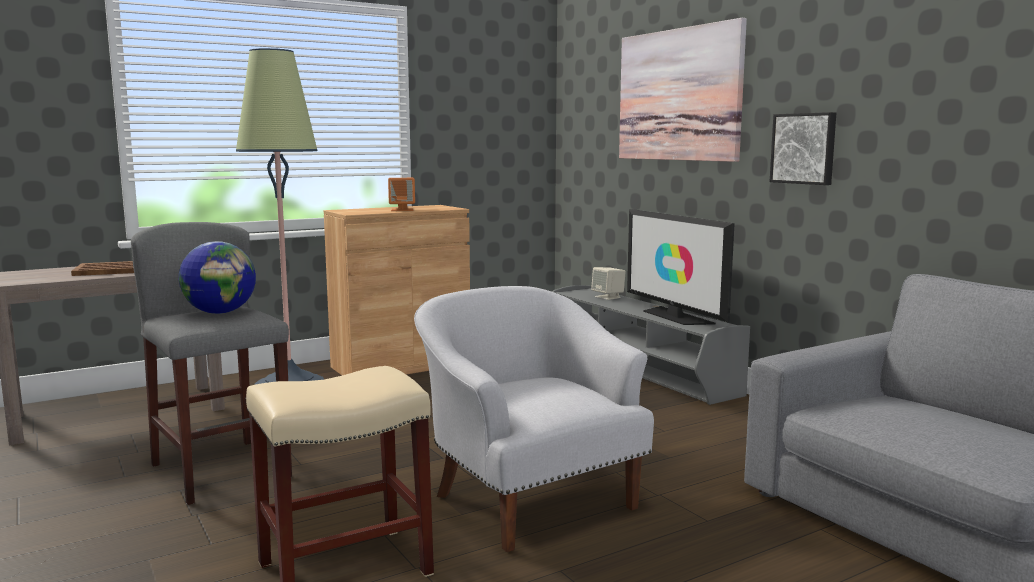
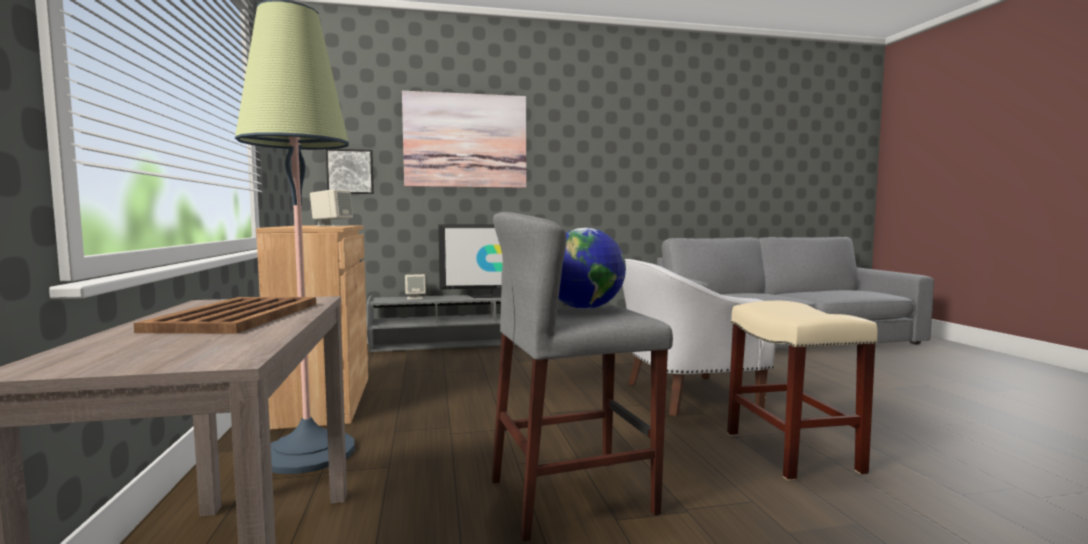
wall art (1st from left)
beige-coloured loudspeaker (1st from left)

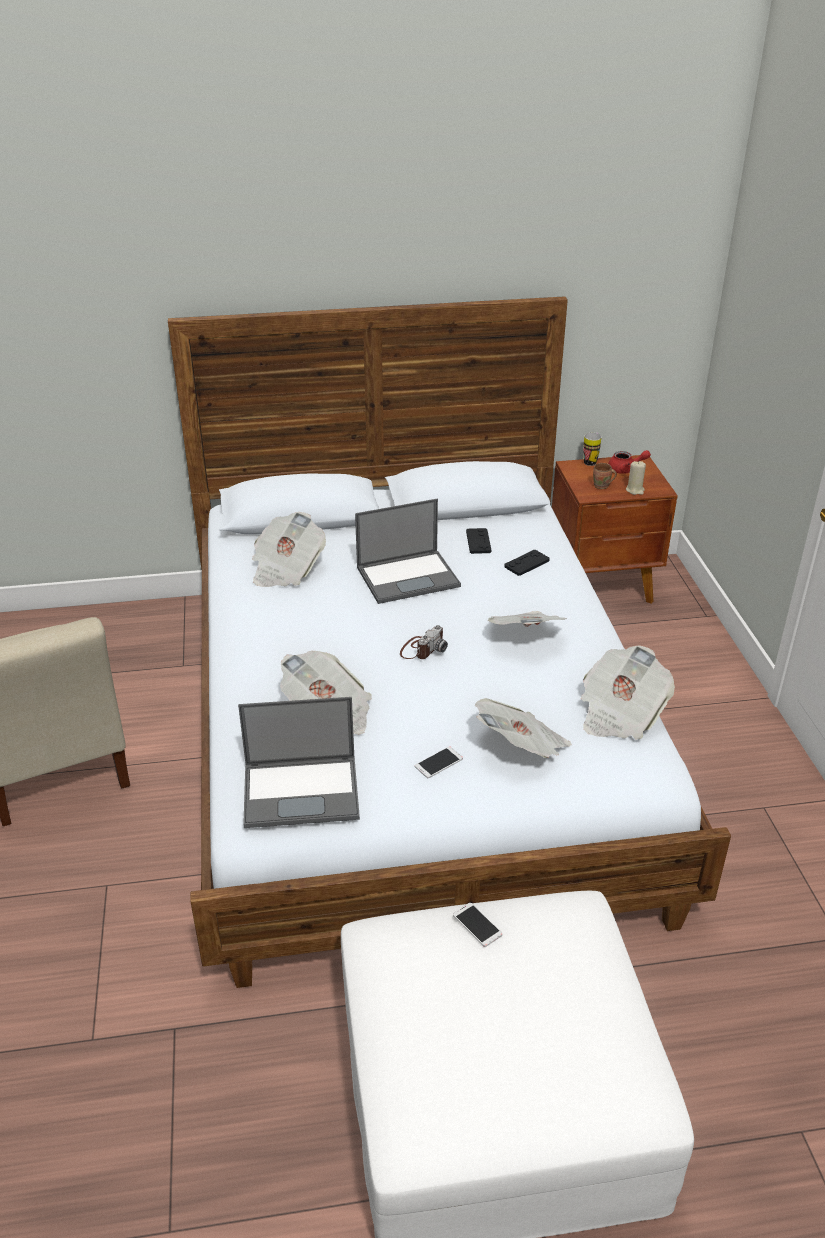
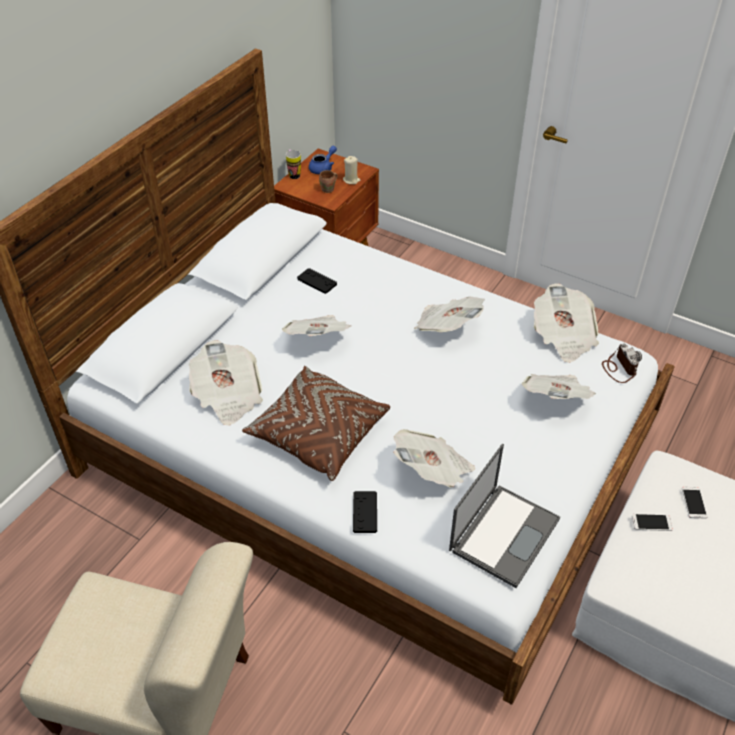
brownish throw pillow
still camera
handset (2nd from left)
black-coloured joypad (2nd from left)
printed paper (2nd from left)
bluish pot for tea

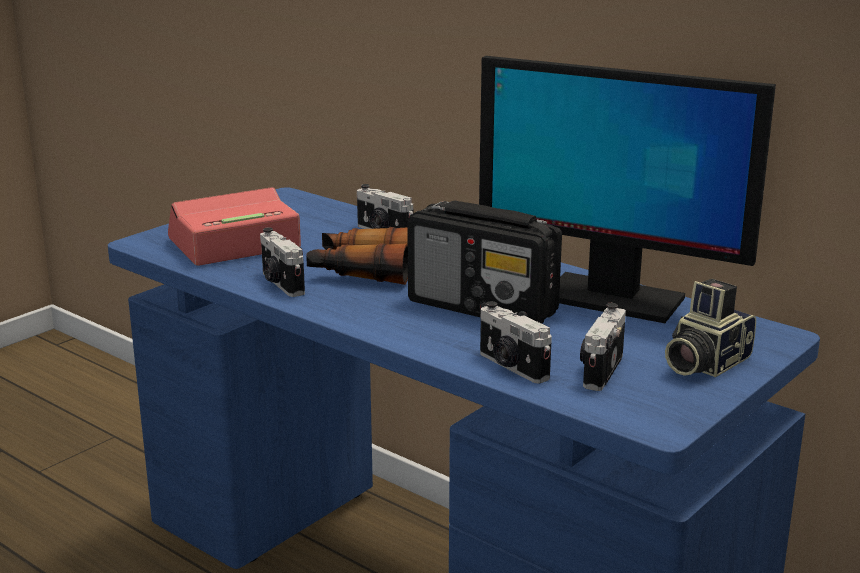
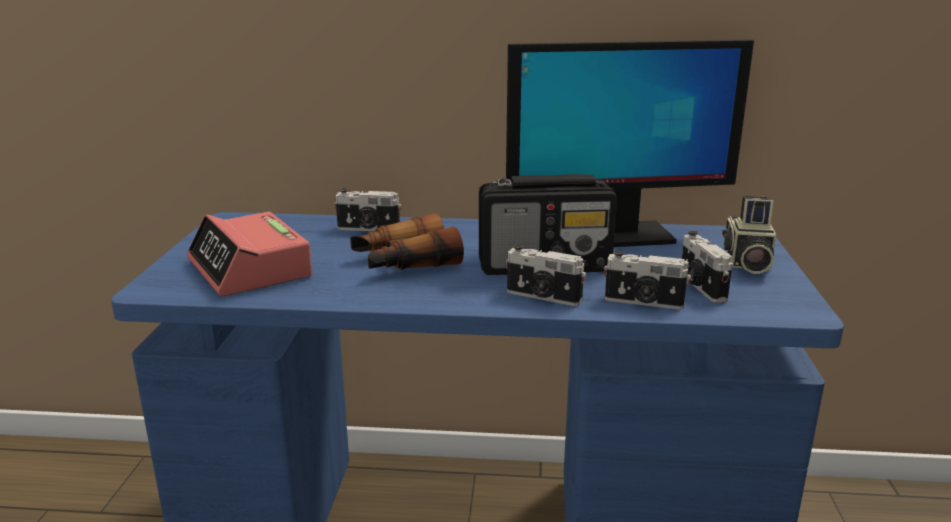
still camera (2nd from left)
alarm clock

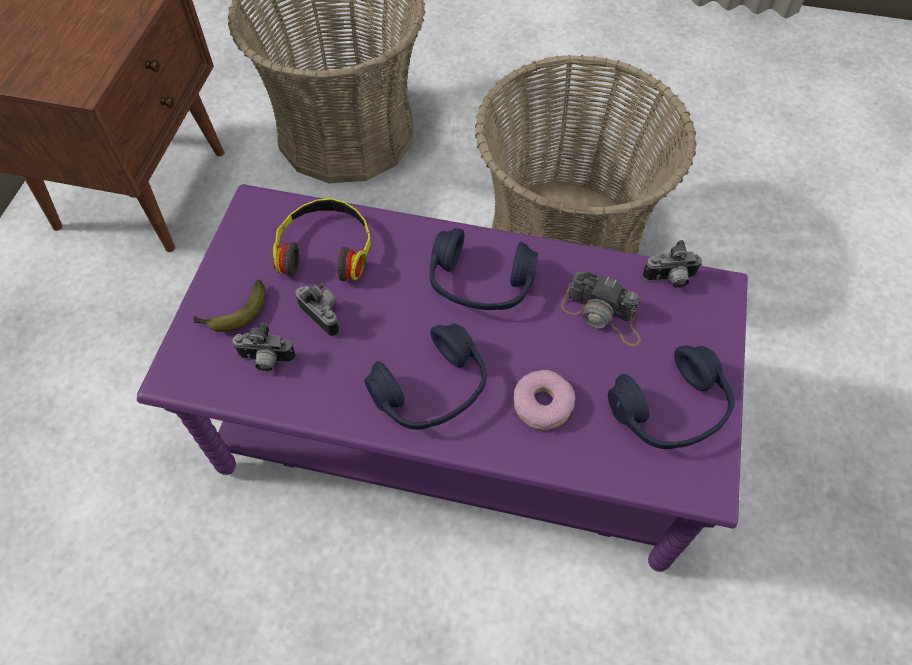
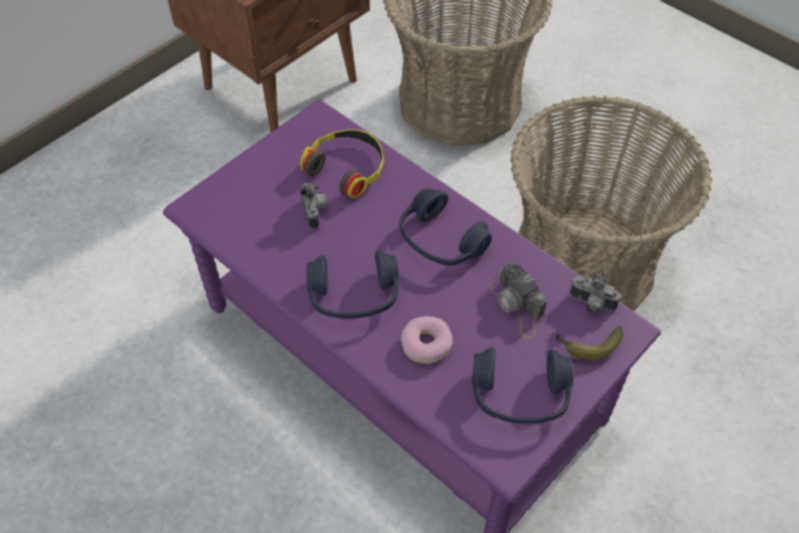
still camera (1st from left in the first image)
banana fruit

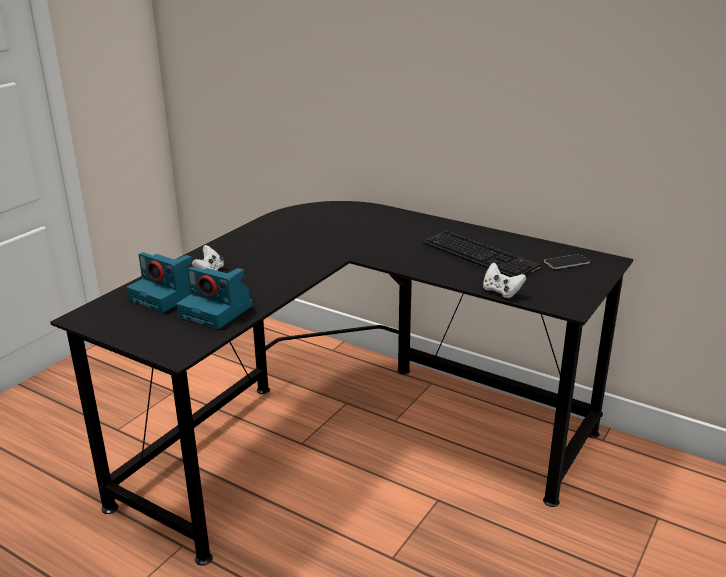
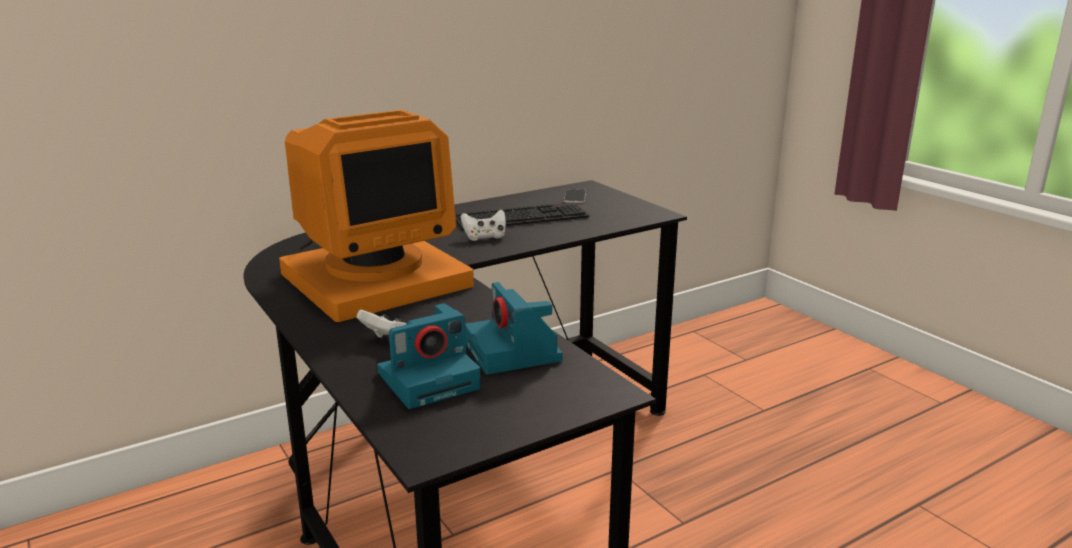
computer screen
white joypad (2nd from left)
still camera (2nd from left)

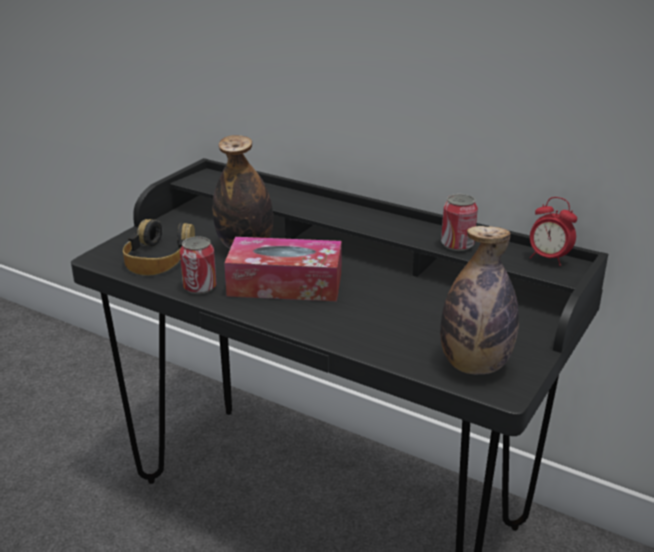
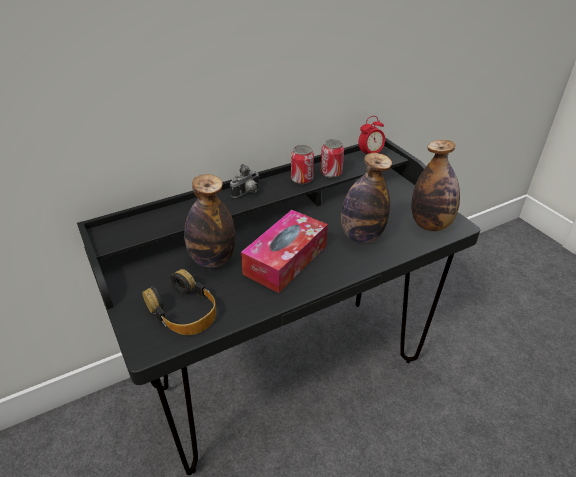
still camera
beverage bottle (2nd from left)
can (1st from left)

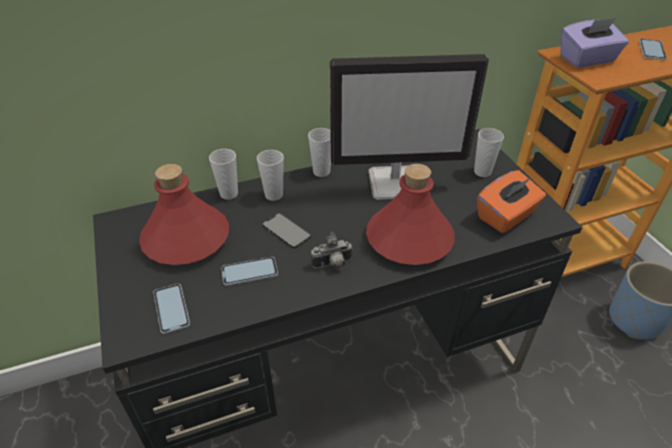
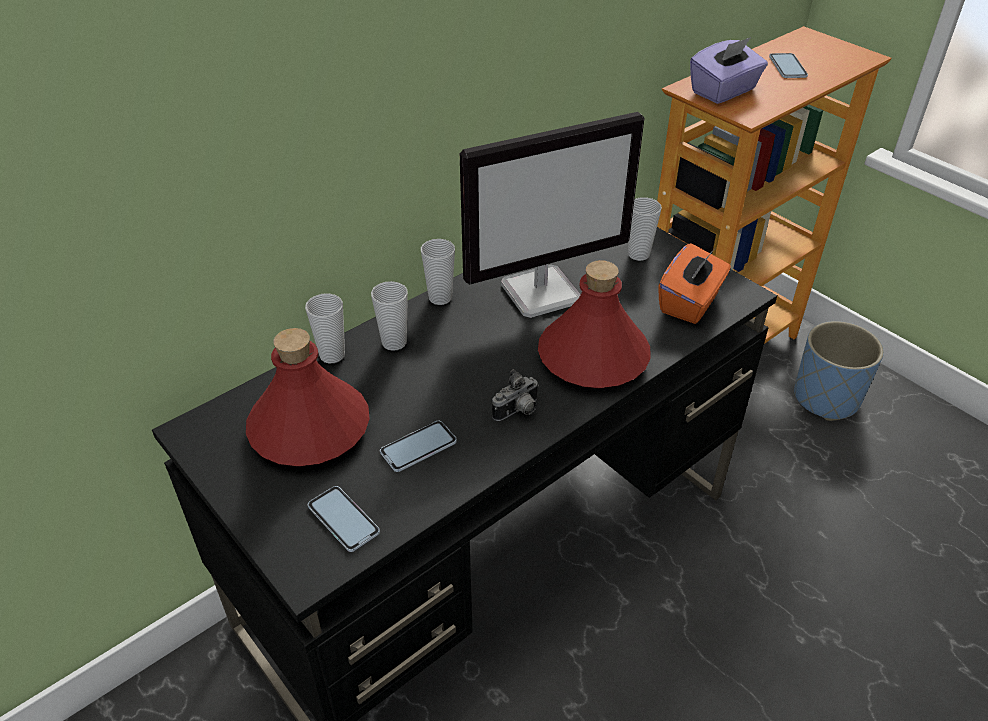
handset (3rd from left in the first image)

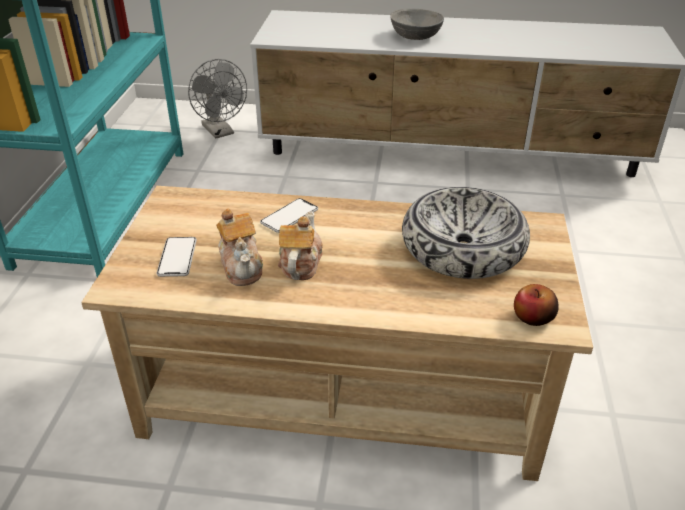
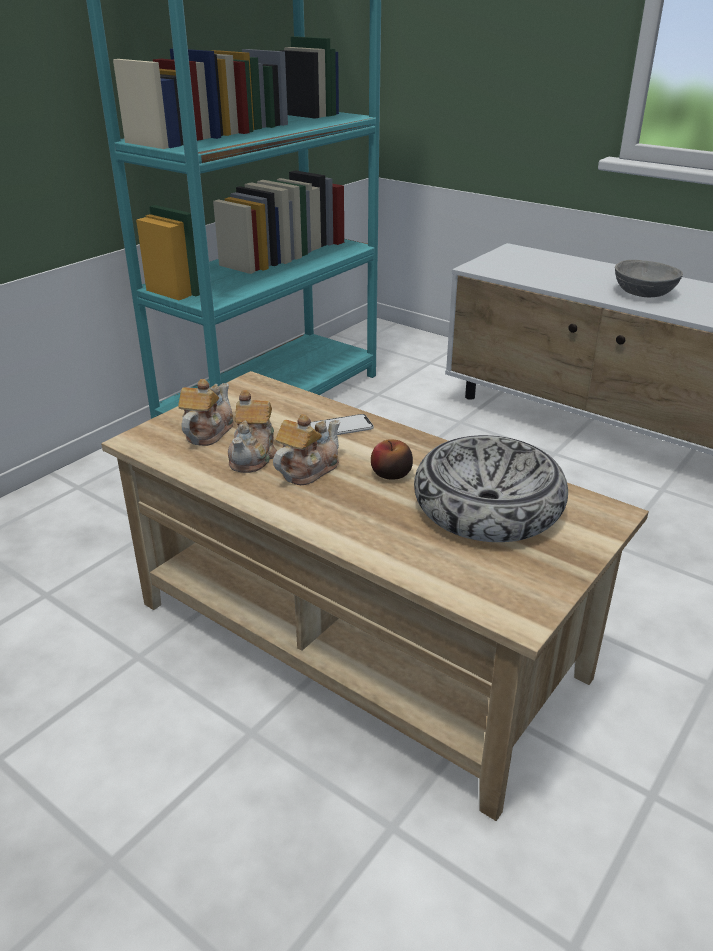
greyish fan
whole apple
pot for tea (1st from left)

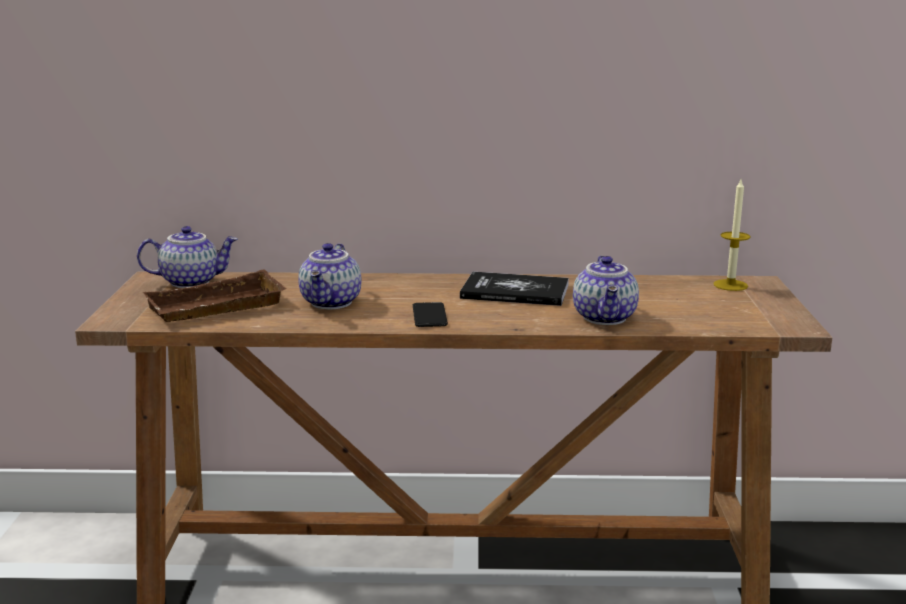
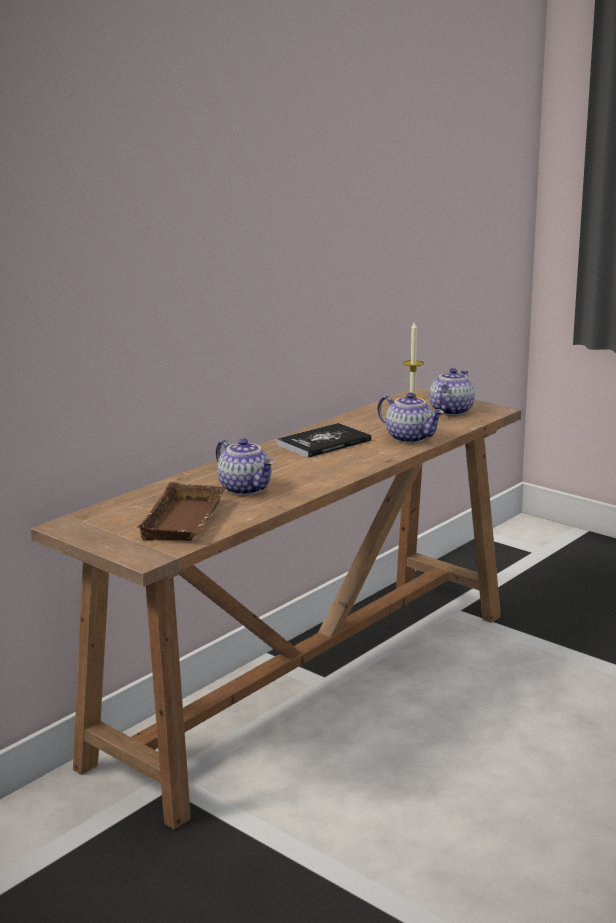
handset
pot for tea (3rd from left)

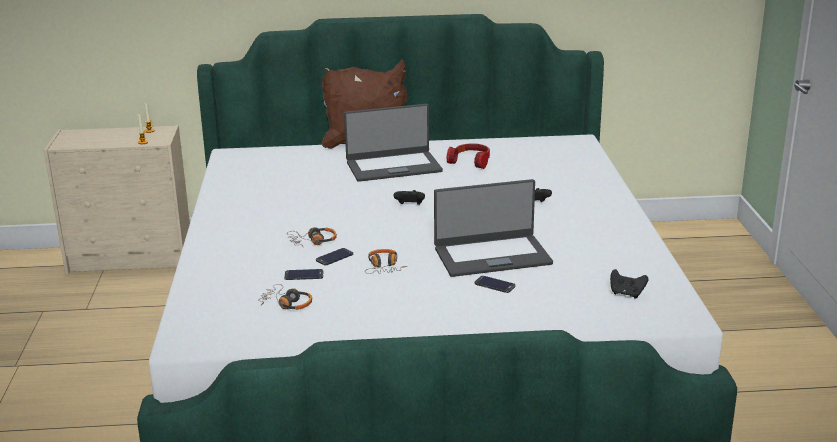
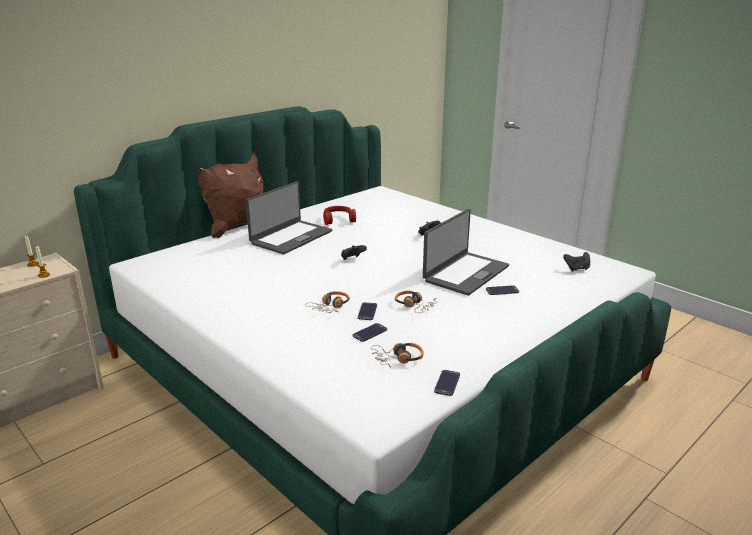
handset (3rd from left)

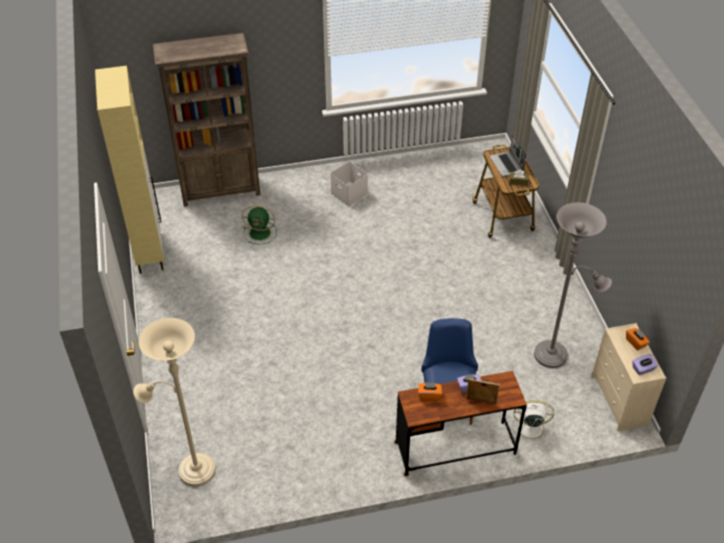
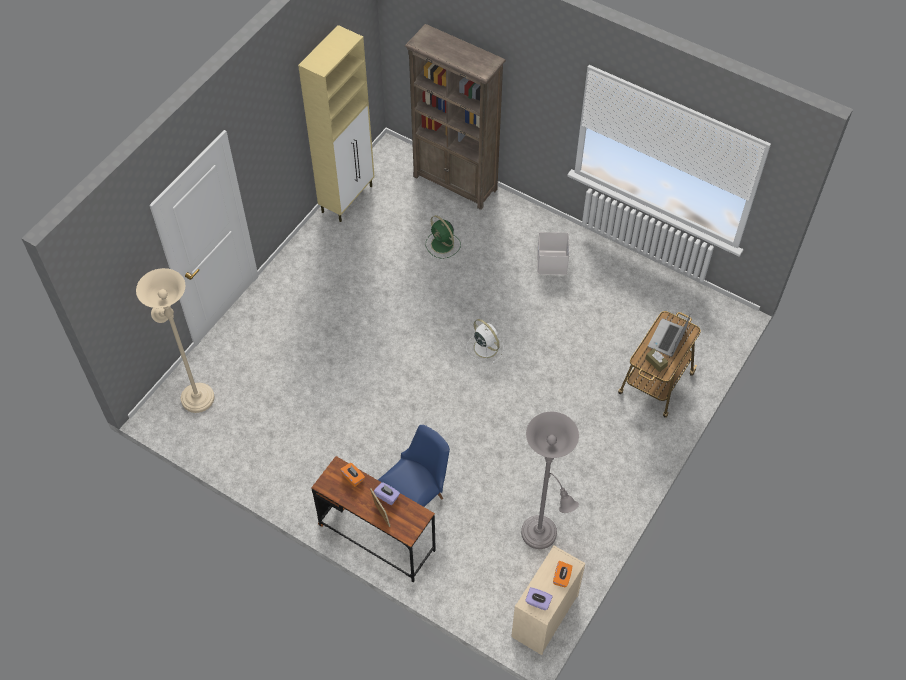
white fan

